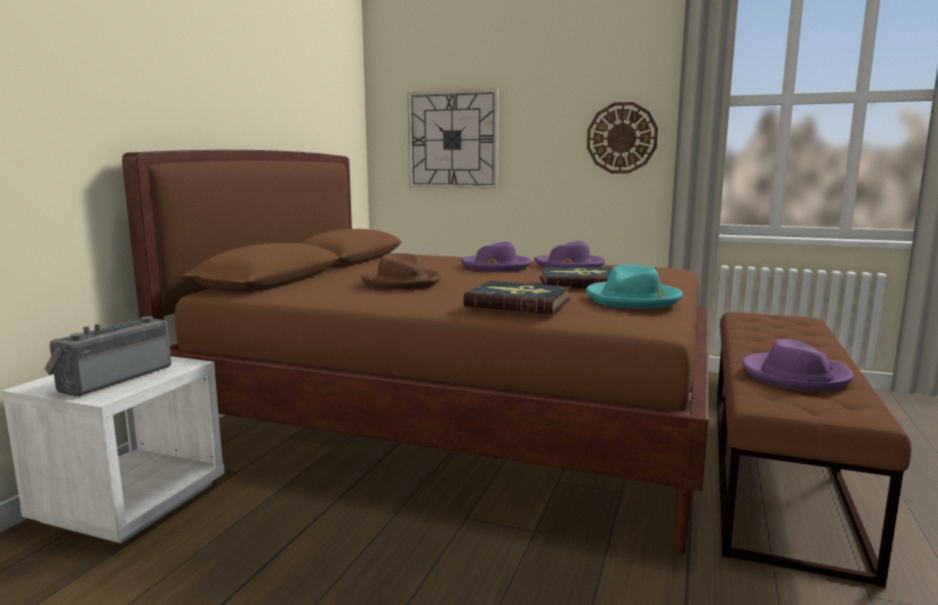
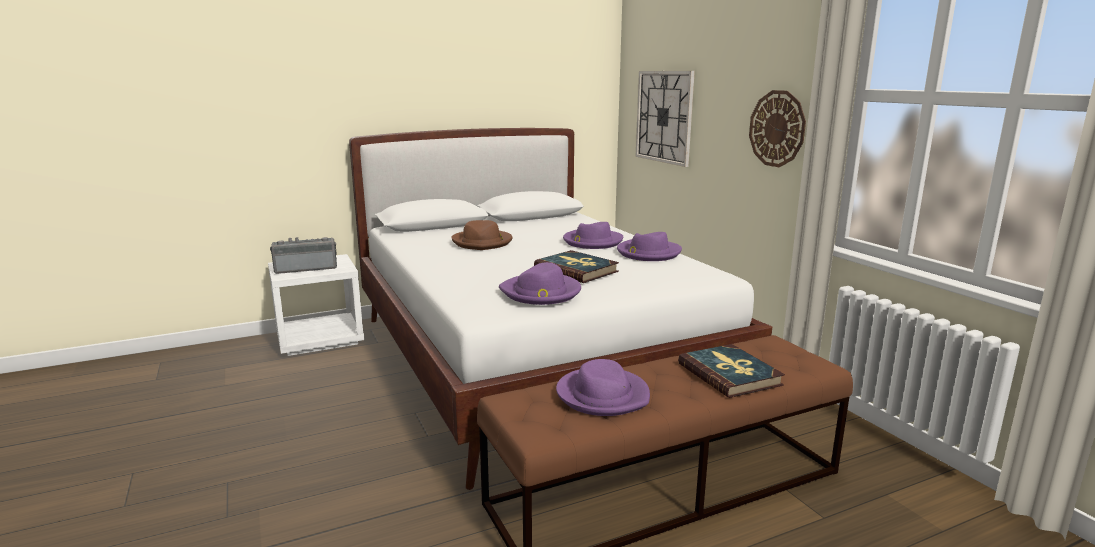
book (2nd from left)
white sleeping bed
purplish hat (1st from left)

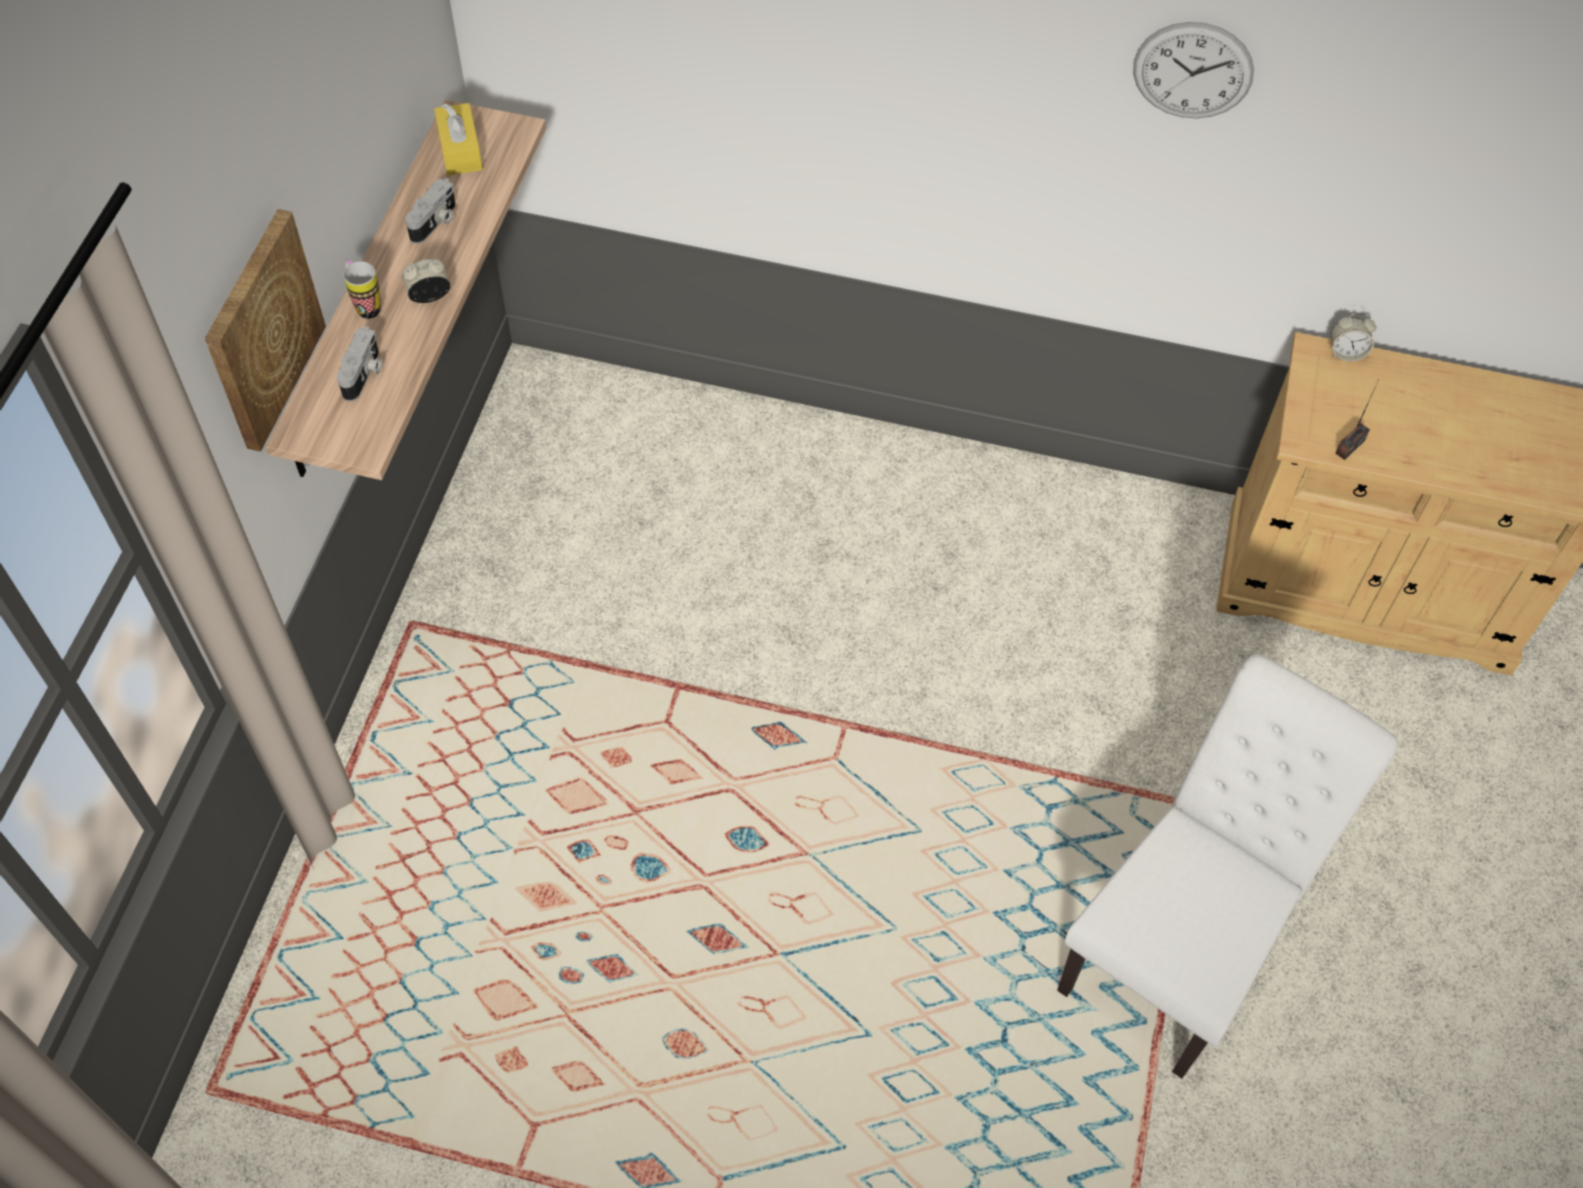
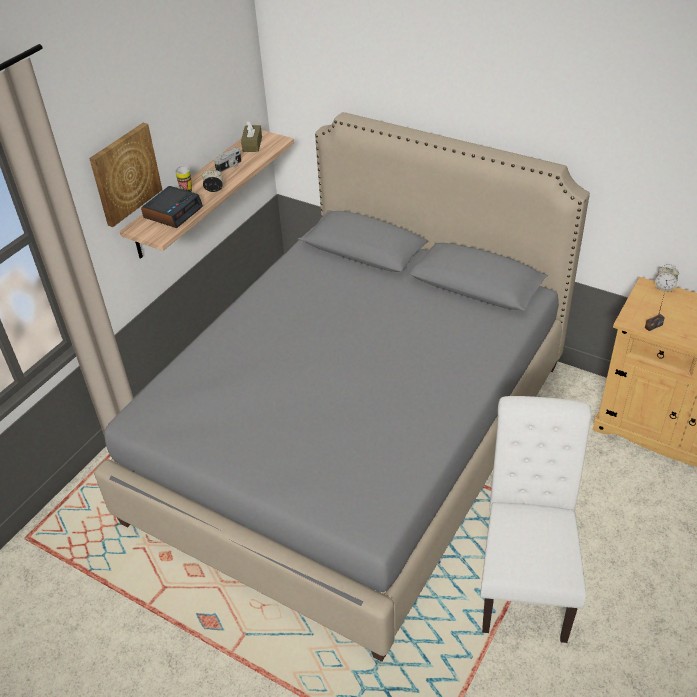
clock on the wall
greyish sleeping bed
alarm clock (1st from left)
brownish box of tissues
white plain chair

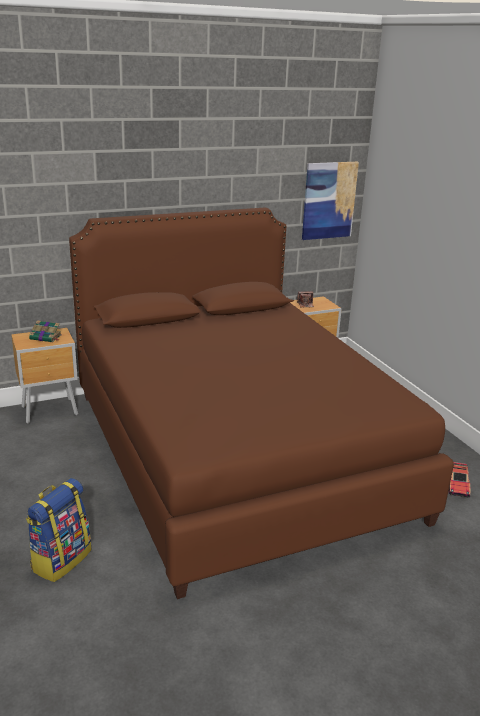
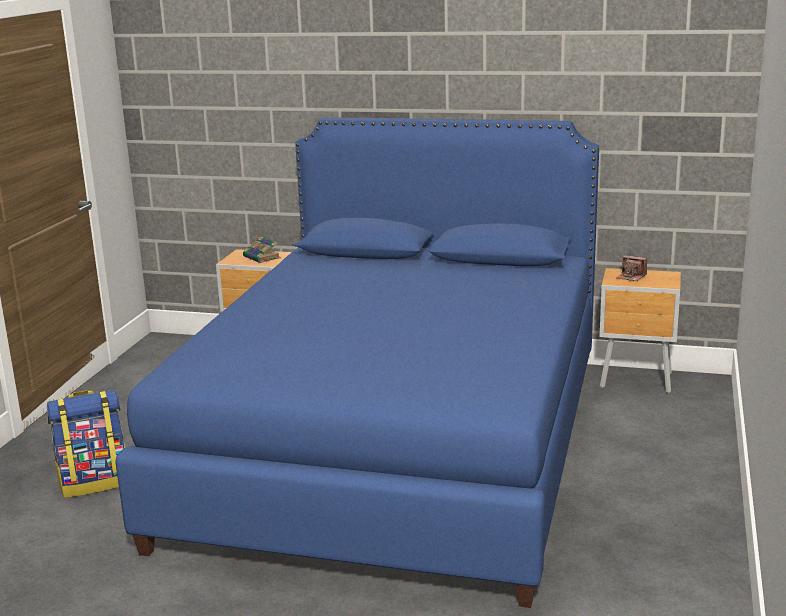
wall art
miniature car
bluish sleeping bed

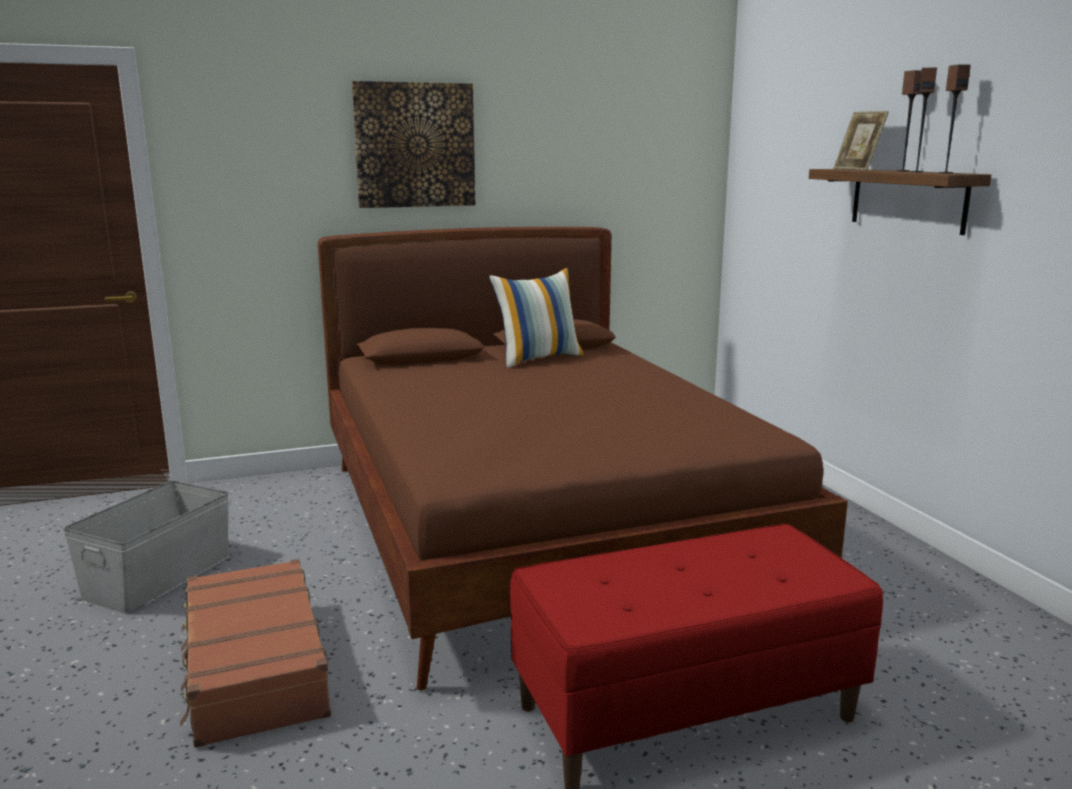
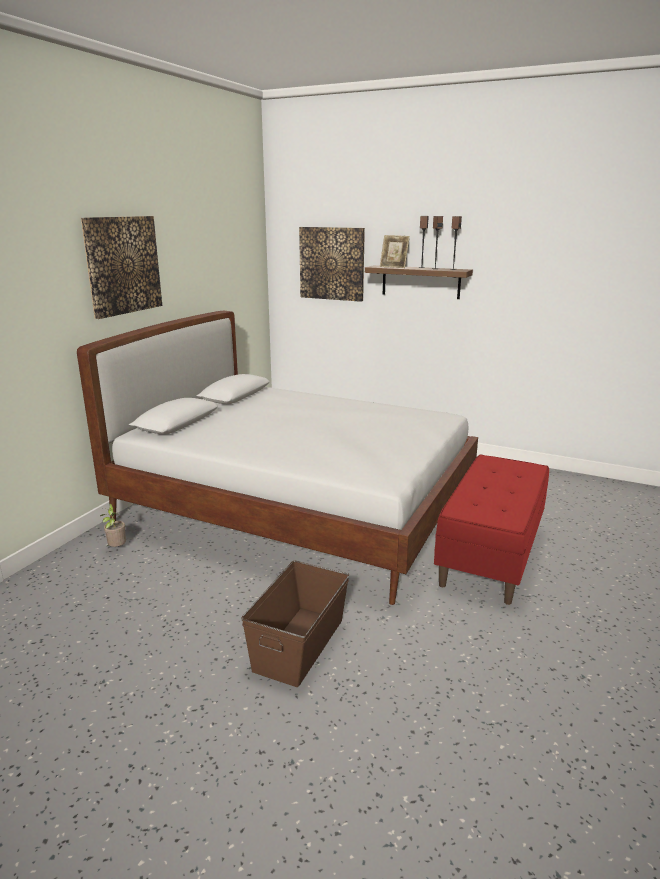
greyish storage box
throw pillow
potted plant
wall art (2nd from left)
brownish storage box
white sleeping bed

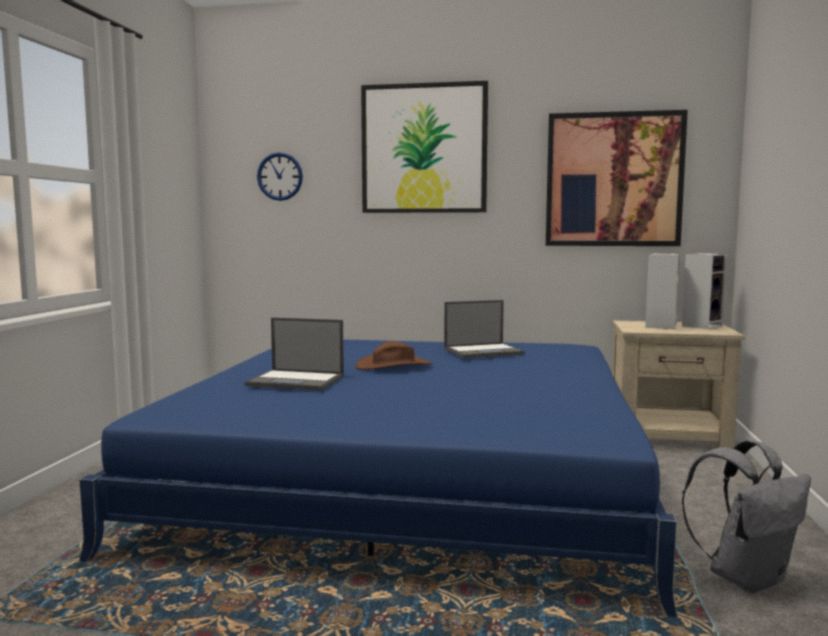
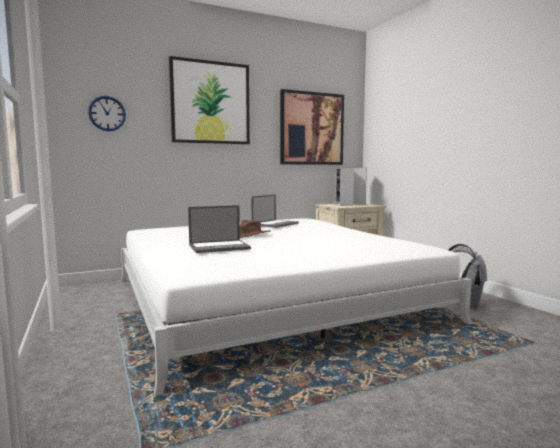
white sleeping bed

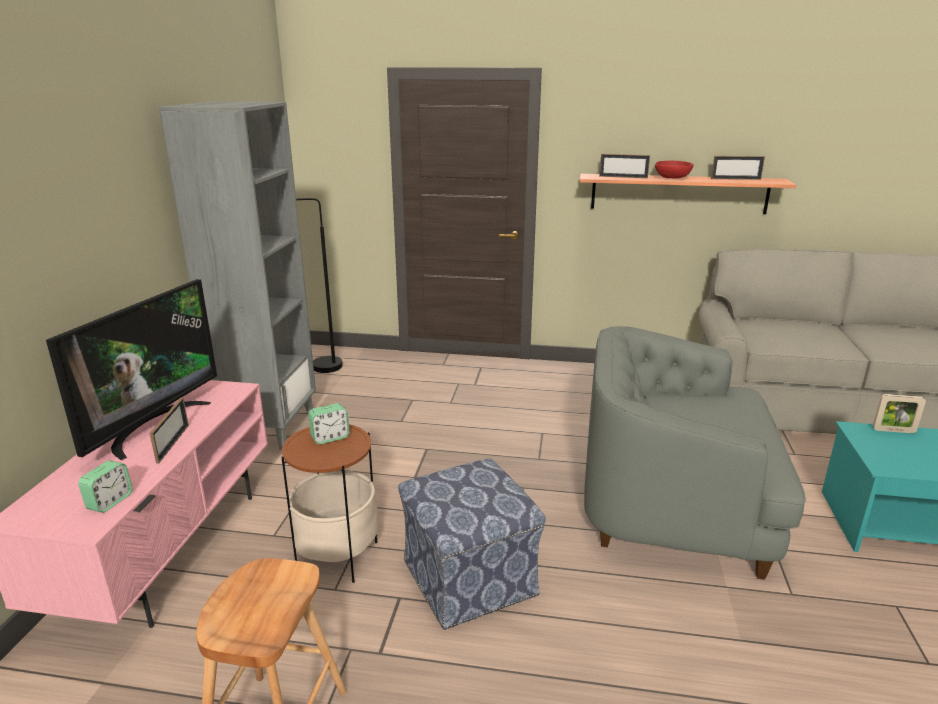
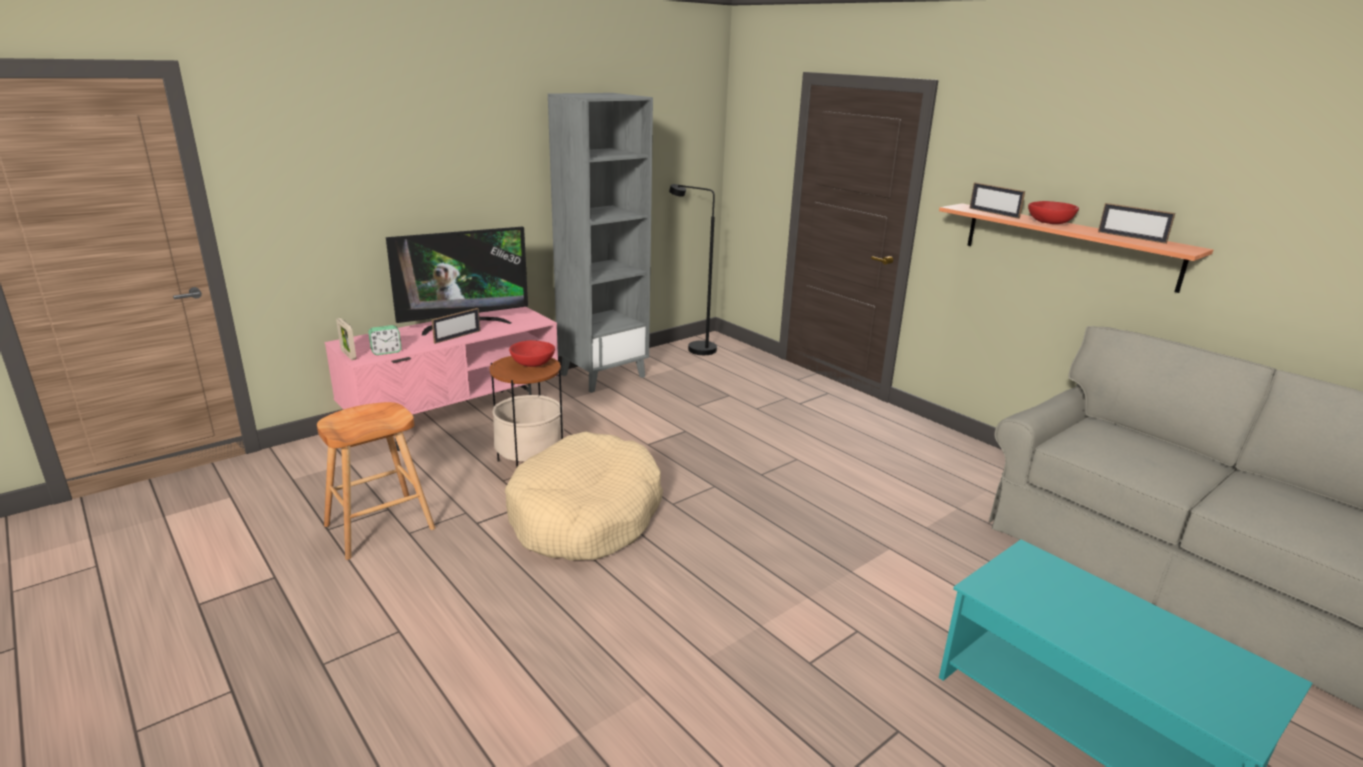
greyish armchair
picture frame (1st from left)
red-coloured deep dish (1st from left)
beige-coloured dog cushion

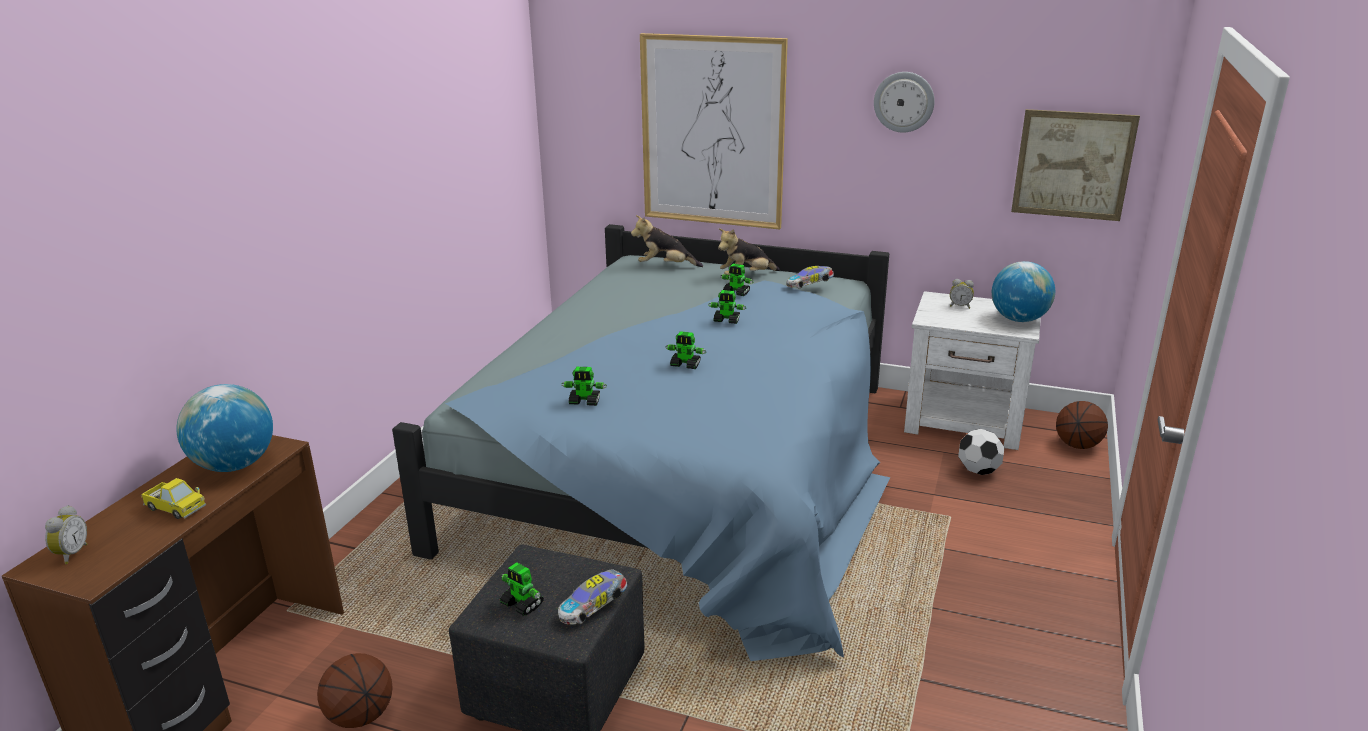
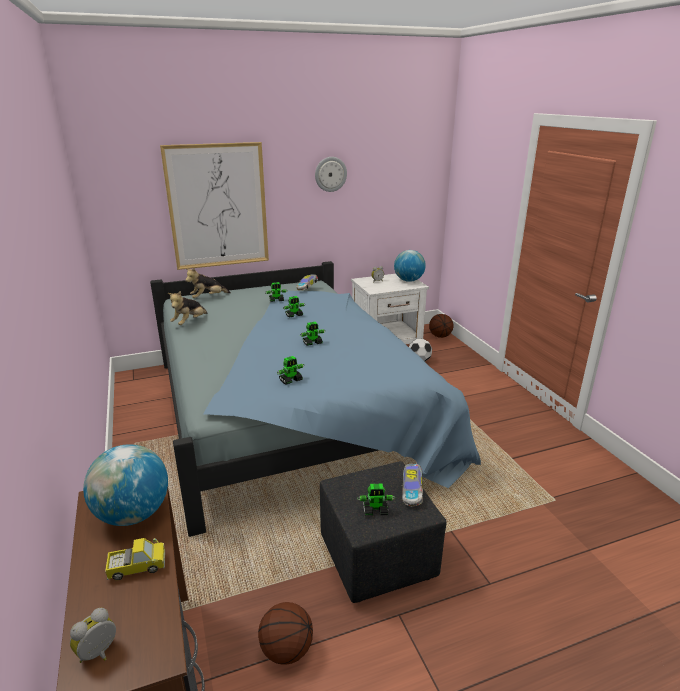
wall art (2nd from left in the first image)
cuddly toy (1st from left)
alarm clock (1st from left)

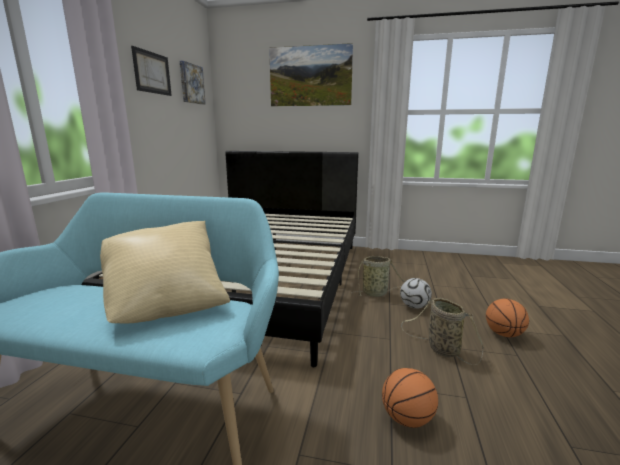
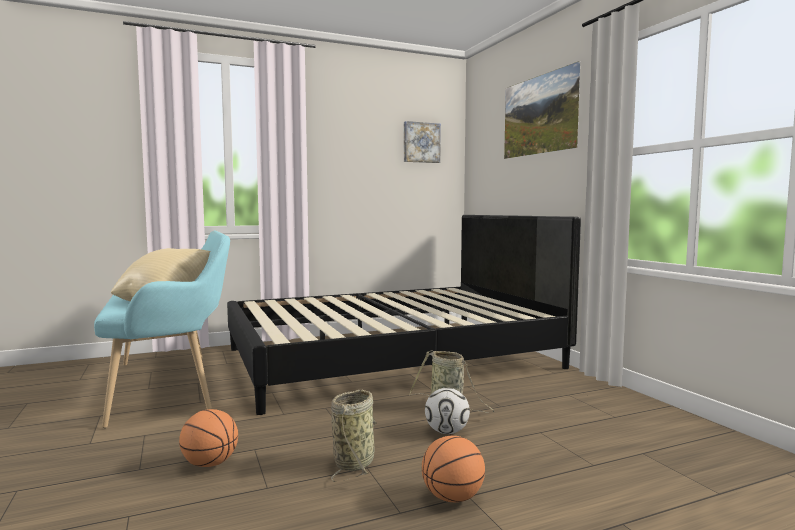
wall art (1st from left in the first image)

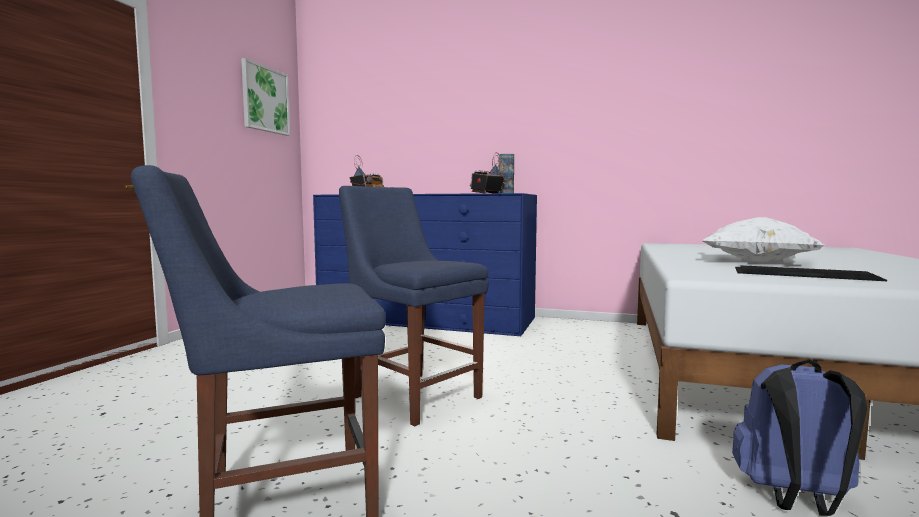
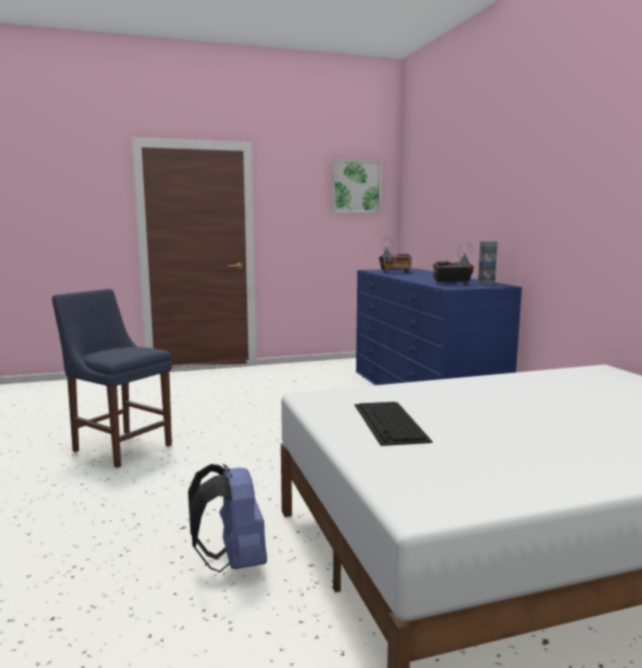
bluish plain chair (2nd from left in the first image)
white throw pillow

